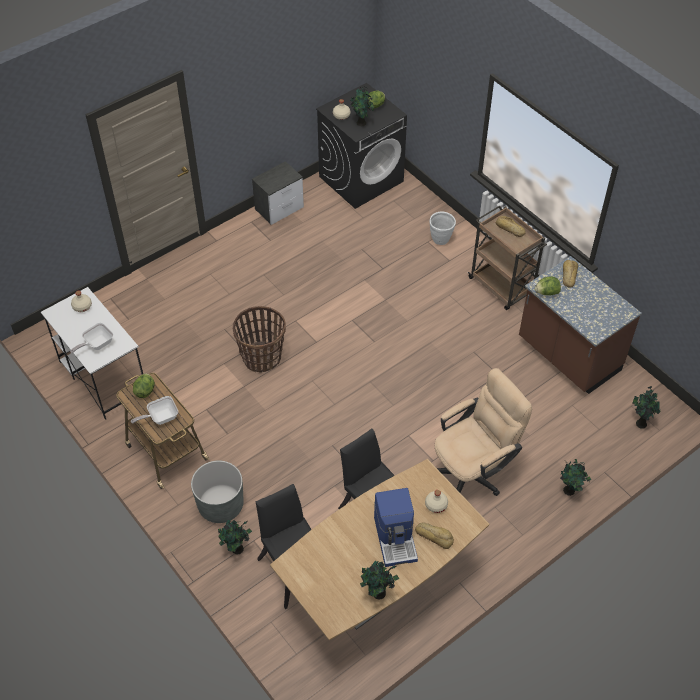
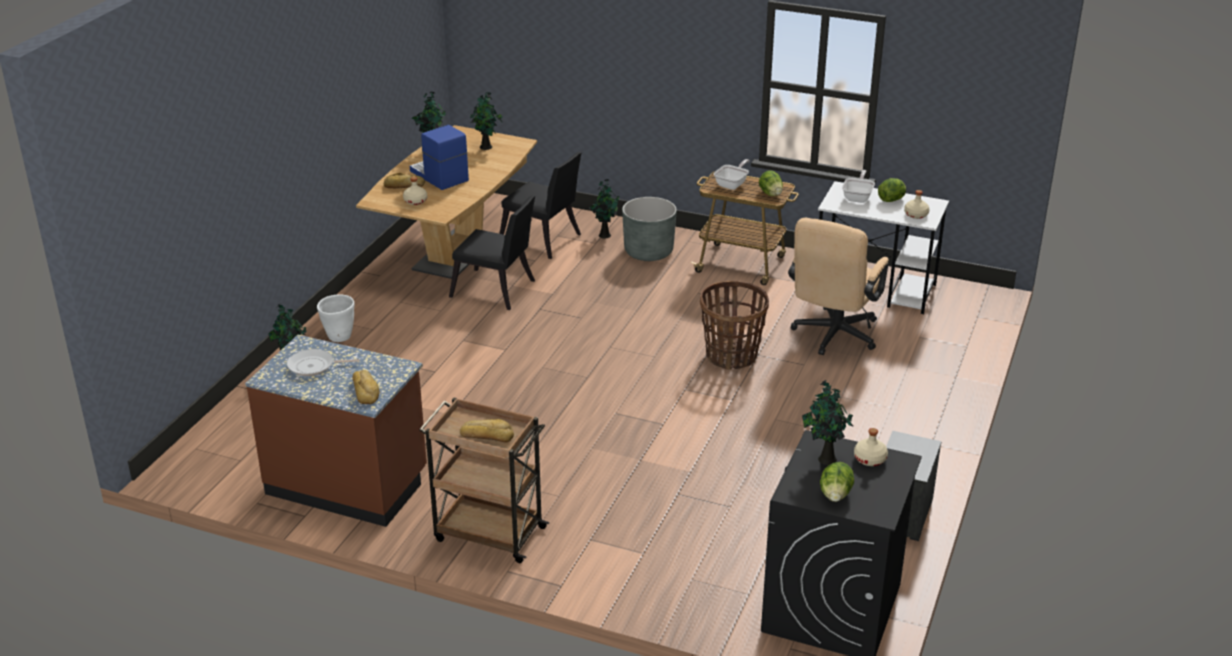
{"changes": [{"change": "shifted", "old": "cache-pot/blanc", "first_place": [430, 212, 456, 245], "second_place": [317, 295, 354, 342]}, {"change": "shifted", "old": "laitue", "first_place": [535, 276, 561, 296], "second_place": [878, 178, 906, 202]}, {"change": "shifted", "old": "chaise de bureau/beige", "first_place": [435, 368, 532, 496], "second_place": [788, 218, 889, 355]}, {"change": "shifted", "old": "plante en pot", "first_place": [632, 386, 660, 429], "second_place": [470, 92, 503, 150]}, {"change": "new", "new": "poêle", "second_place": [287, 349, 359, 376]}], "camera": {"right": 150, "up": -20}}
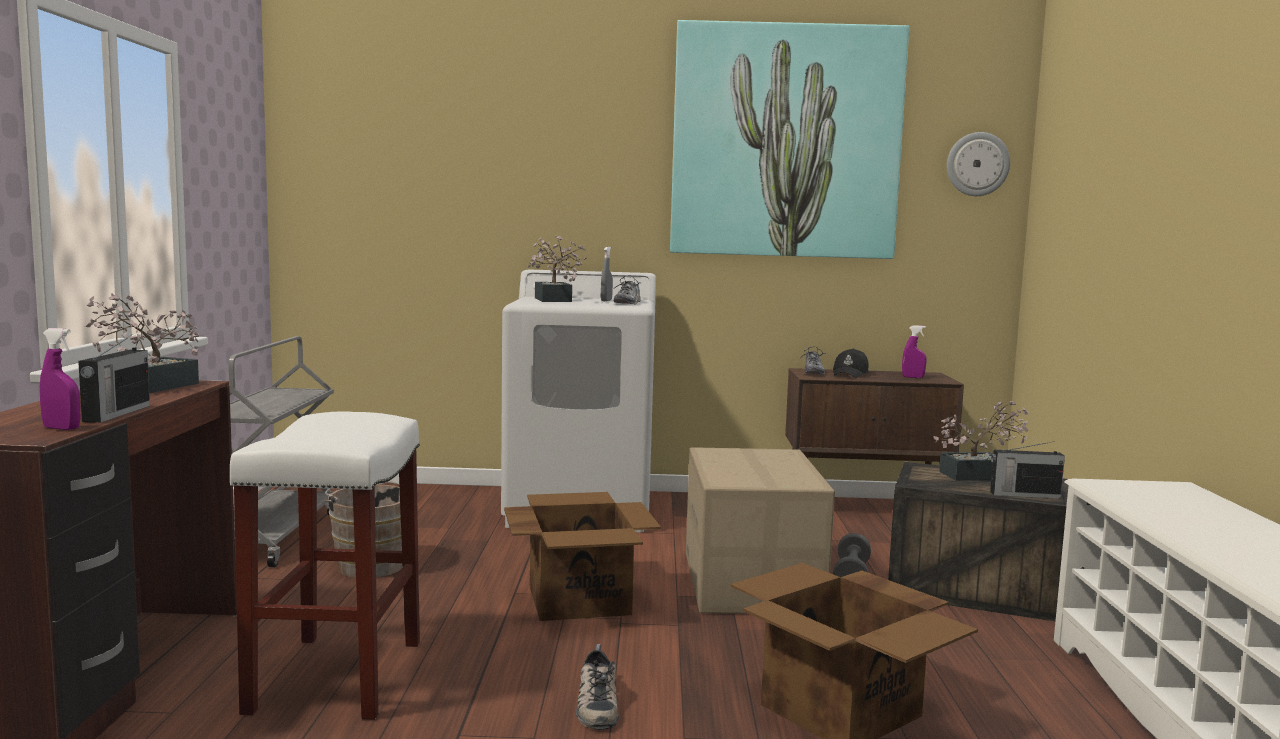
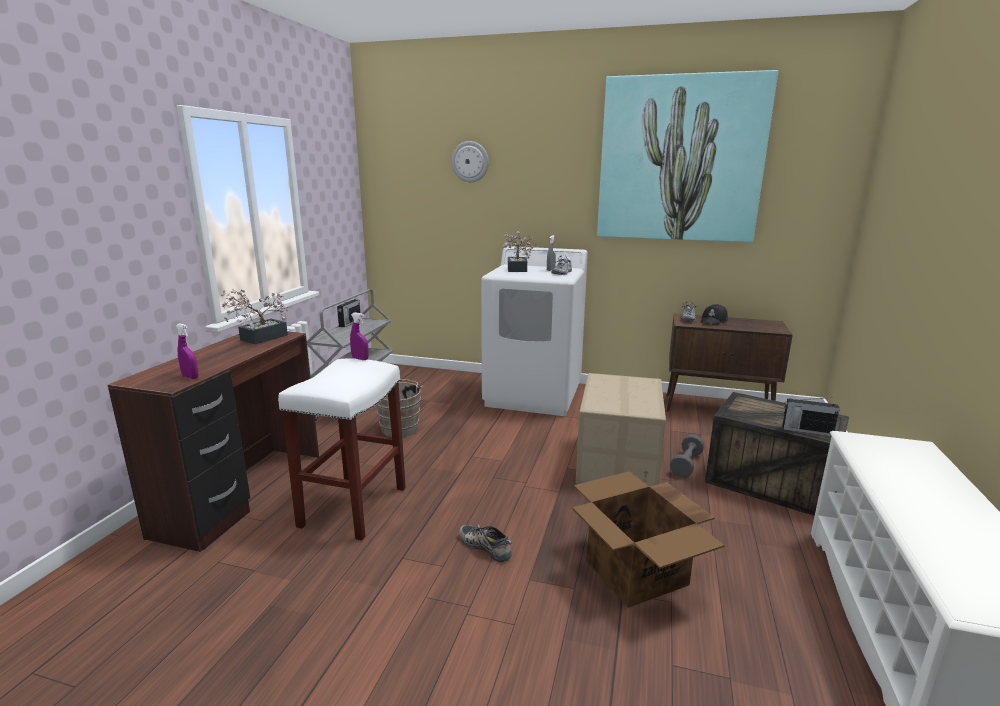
{"changes": [{"change": "shifted", "old": "horloge murale", "first_place": [947, 132, 1010, 196], "second_place": [451, 141, 489, 182]}, {"change": "shifted", "old": "vaporisateur/violet", "first_place": [902, 325, 927, 378], "second_place": [350, 312, 368, 360]}, {"change": "shifted", "old": "radio", "first_place": [78, 336, 150, 423], "second_place": [337, 299, 360, 327]}, {"change": "gone", "old": "plante en pot", "first_place": [934, 401, 1029, 481]}, {"change": "gone", "old": "carton", "first_place": [504, 492, 661, 621]}, {"change": "rotated", "old": "chaussure", "first_place": [576, 644, 619, 730], "second_place": [459, 524, 512, 562], "degrees": 120}], "camera": {"right": 15, "up": 10}}
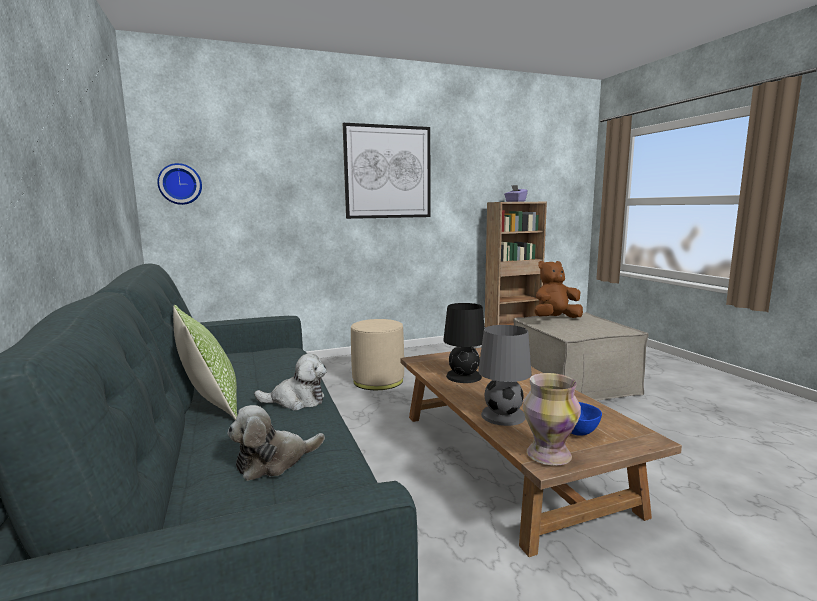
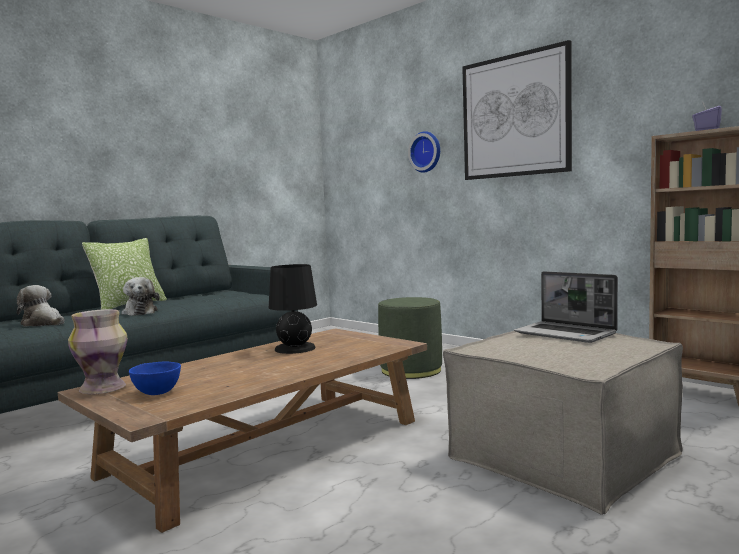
{"changes": [{"change": "shifted", "old": "horloge murale", "first_place": [157, 163, 202, 205], "second_place": [408, 131, 440, 173]}, {"change": "swapped", "old": "peluche/marron", "new": "ordinateur portable", "first_place": [534, 261, 583, 318], "second_place": [514, 271, 618, 343]}, {"change": "repainted", "old": "pouf/beige", "new": "pouf/vert", "first_place": [351, 319, 404, 390], "second_place": [378, 297, 442, 379]}, {"change": "gone", "old": "lampe de table/gris", "first_place": [478, 325, 532, 426]}], "camera": {"right": 65, "up": -5}}
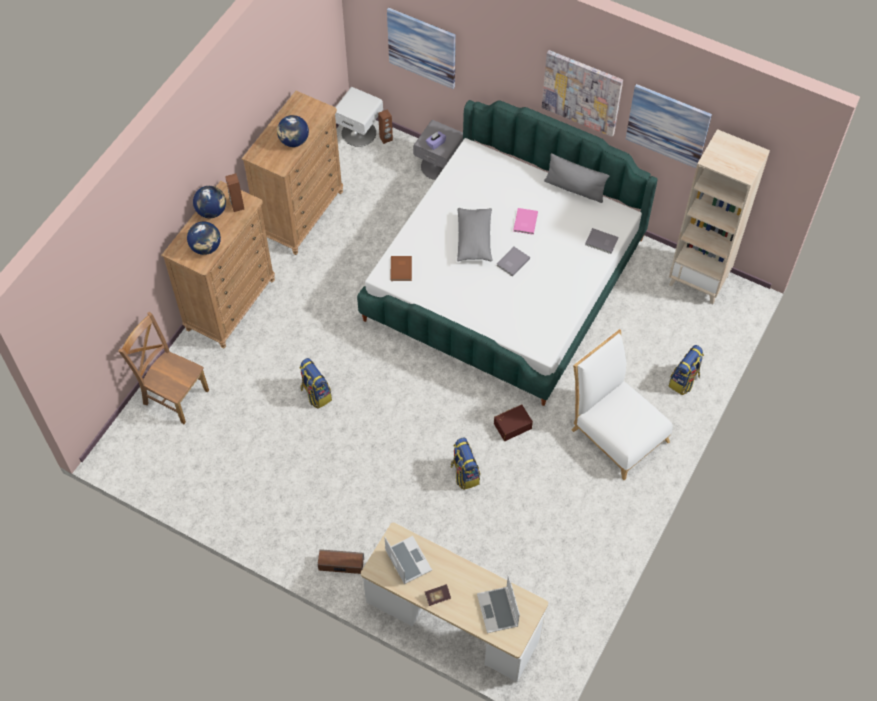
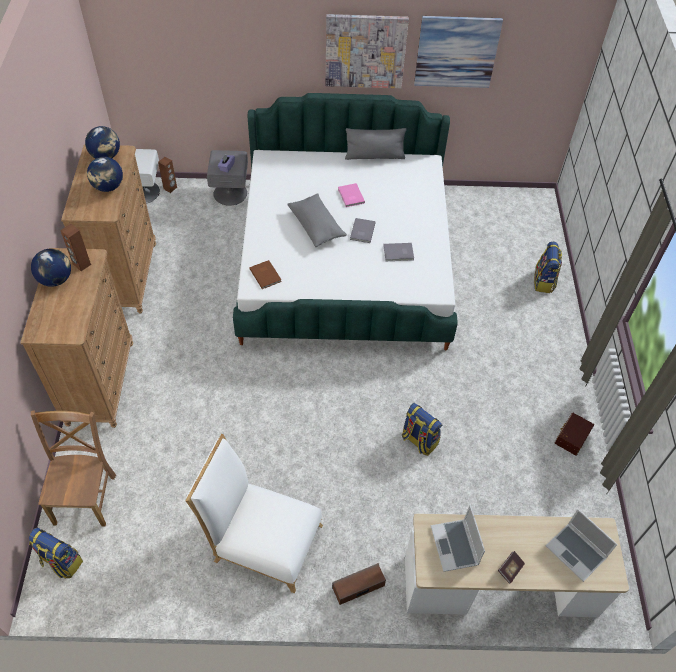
{"changes": [{"change": "gone", "old": "tableau", "first_place": [387, 7, 456, 89]}, {"change": "gone", "old": "bibliothèque/beige", "first_place": [669, 129, 770, 304]}, {"change": "shifted", "old": "globe", "first_place": [187, 221, 221, 255], "second_place": [85, 126, 120, 159]}, {"change": "shifted", "old": "livre/gris", "first_place": [585, 228, 618, 254], "second_place": [383, 243, 414, 261]}, {"change": "rotated", "old": "chaise/marron", "first_place": [119, 311, 209, 424], "second_place": [31, 410, 116, 527], "degrees": 90}, {"change": "shifted", "old": "chaise/blanc", "first_place": [572, 329, 673, 480], "second_place": [185, 434, 323, 593]}, {"change": "shifted", "old": "sac à dos", "first_place": [299, 358, 332, 409], "second_place": [29, 528, 83, 579]}, {"change": "shifted", "old": "boîte de rangement/marron", "first_place": [494, 404, 533, 441], "second_place": [555, 412, 594, 456]}, {"change": "rotated", "old": "ordinateur portable", "first_place": [384, 536, 432, 584], "second_place": [431, 505, 485, 572], "degrees": -135}], "camera": {"right": -30, "up": -5}}
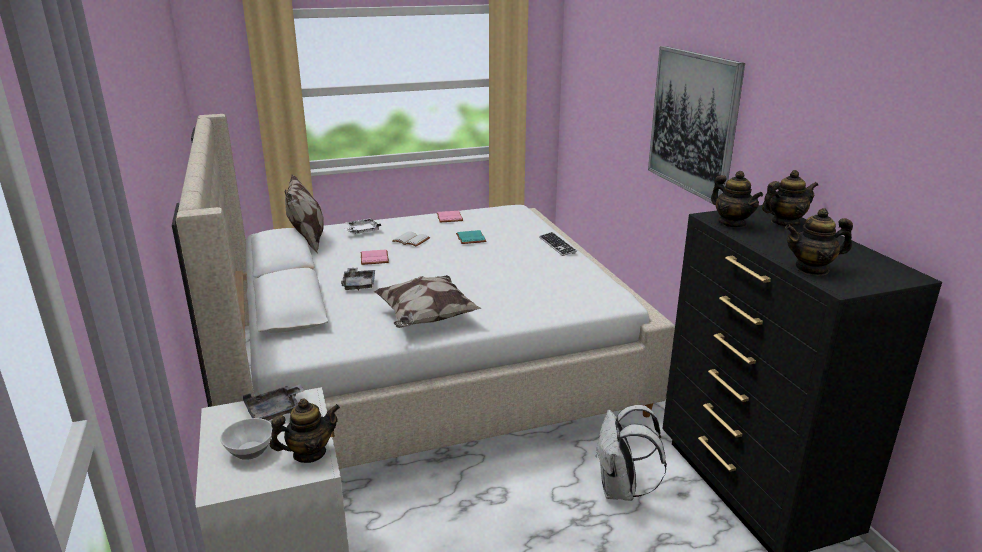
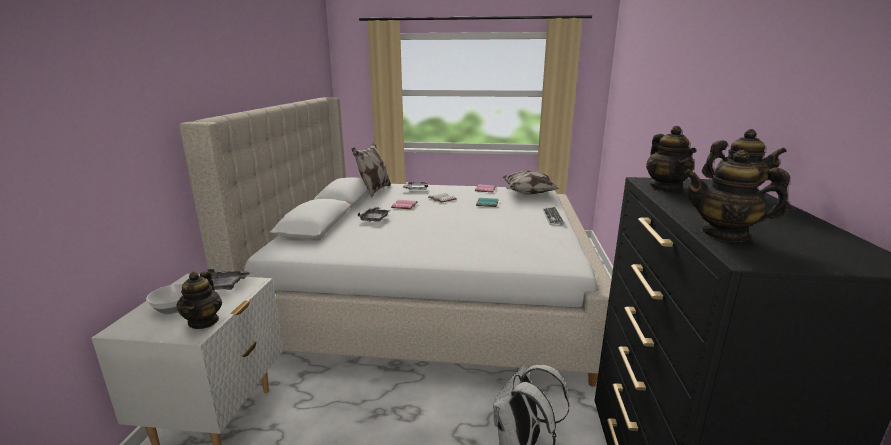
{"changes": [{"change": "gone", "old": "tableau", "first_place": [648, 46, 745, 204]}, {"change": "shifted", "old": "coussin", "first_place": [374, 275, 482, 328], "second_place": [503, 169, 560, 195]}, {"change": "rotated", "old": "théière", "first_place": [270, 399, 340, 463], "second_place": [176, 271, 222, 329], "degrees": 90}], "camera": {"right": 25, "up": -5}}
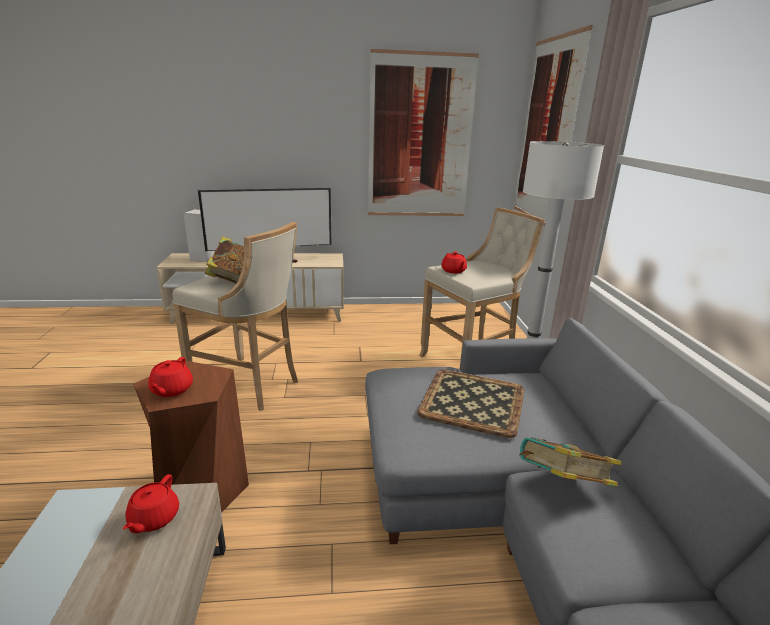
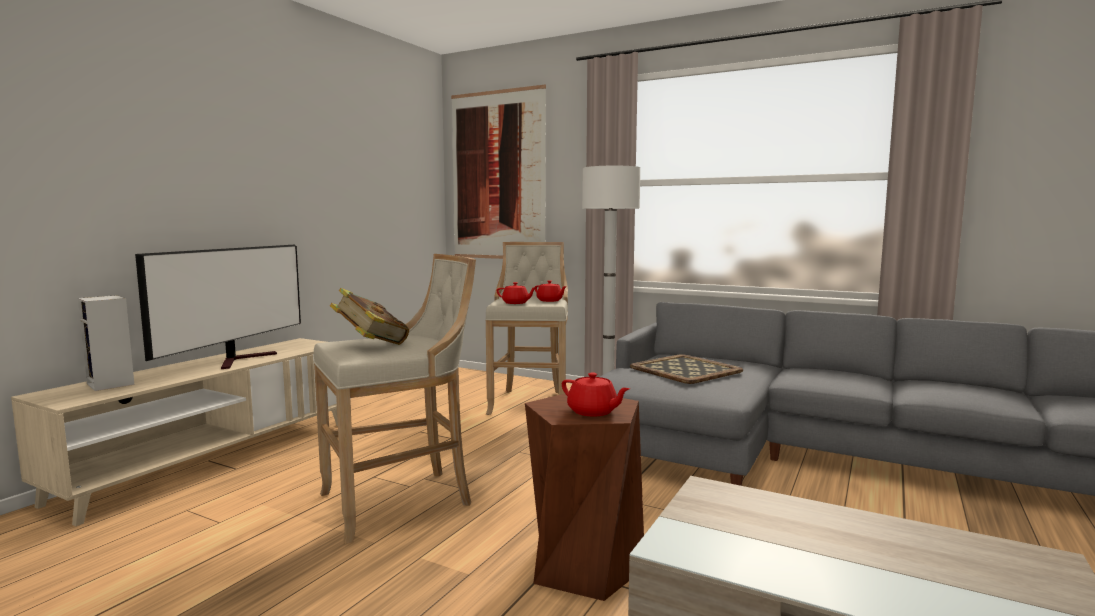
{"changes": [{"change": "gone", "old": "tableau", "first_place": [368, 49, 479, 216]}, {"change": "gone", "old": "livre", "first_place": [519, 437, 622, 487]}, {"change": "shifted", "old": "théière/rouge", "first_place": [123, 474, 179, 533], "second_place": [535, 280, 567, 302]}], "camera": {"right": -55, "up": -15}}
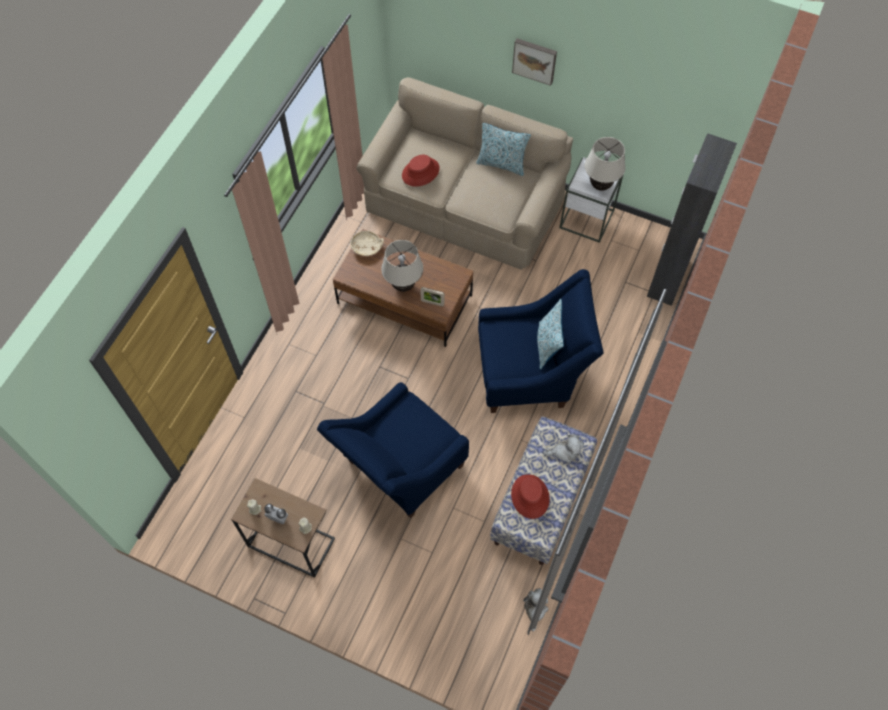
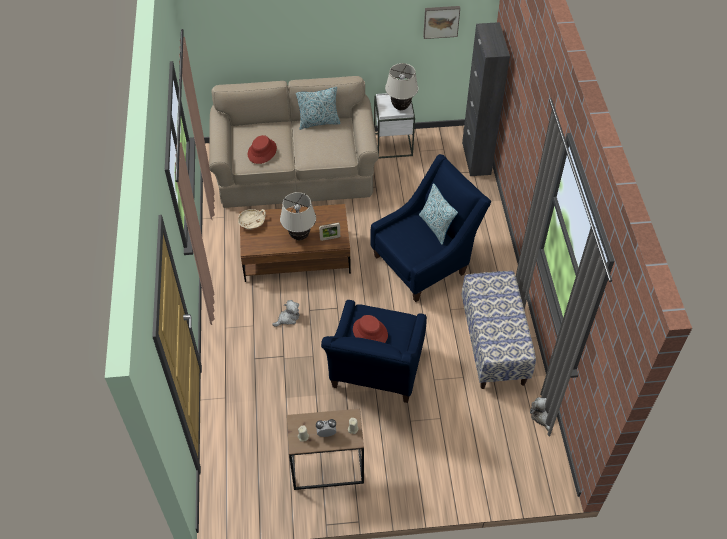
{"changes": [{"change": "shifted", "old": "tableau", "first_place": [512, 38, 557, 86], "second_place": [423, 6, 460, 39]}, {"change": "shifted", "old": "peluche", "first_place": [543, 434, 584, 463], "second_place": [273, 300, 299, 327]}, {"change": "shifted", "old": "chapeau/rouge", "first_place": [511, 474, 550, 519], "second_place": [353, 315, 388, 343]}], "camera": {"right": -30, "up": -10}}
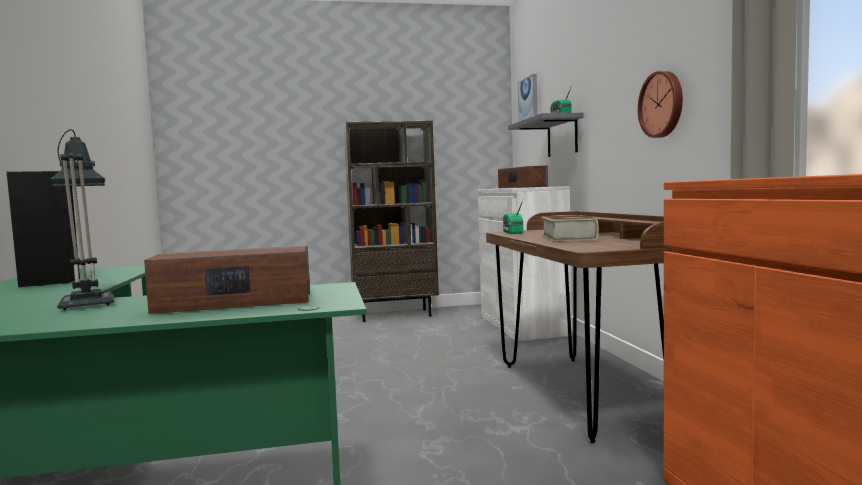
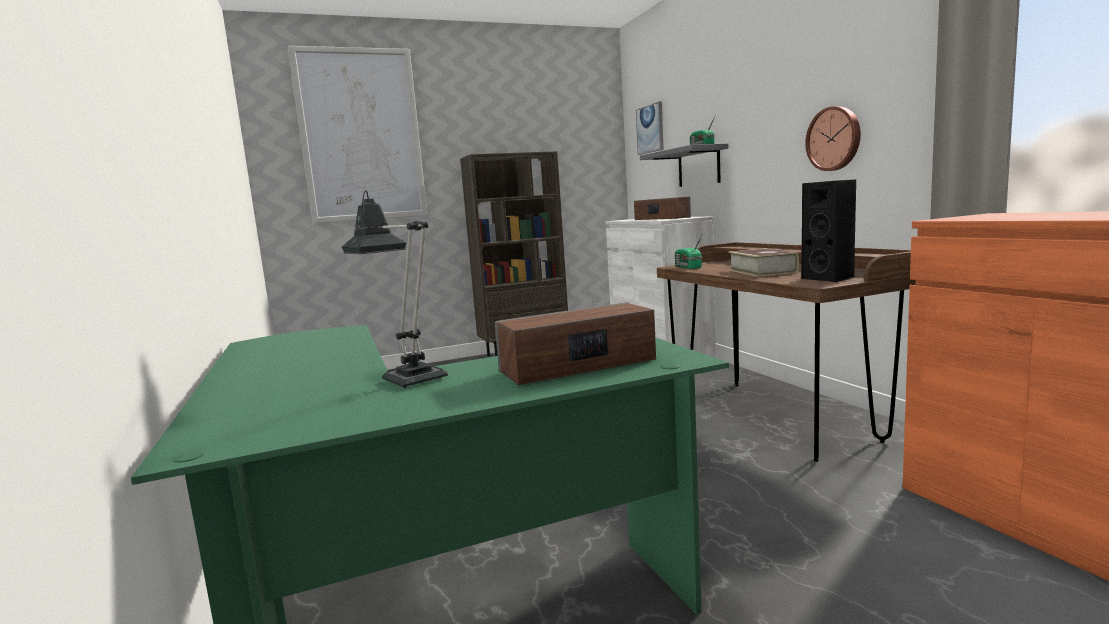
{"changes": [{"change": "shifted", "old": "enceinte/noir", "first_place": [7, 171, 80, 287], "second_place": [801, 179, 856, 282]}, {"change": "new", "new": "tableau", "second_place": [288, 46, 427, 223]}], "camera": {"right": -10, "up": 5}}
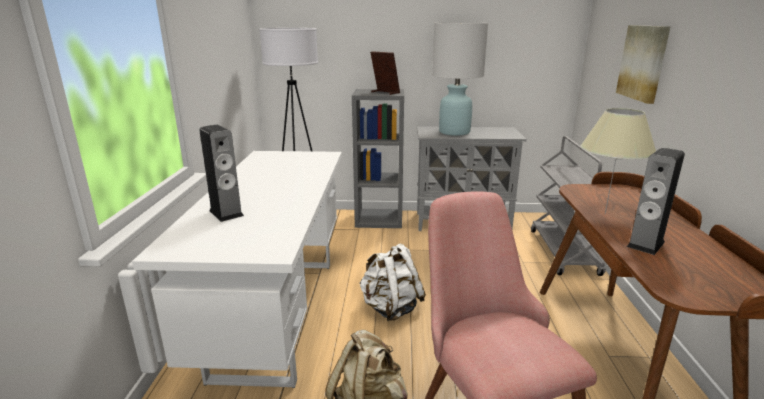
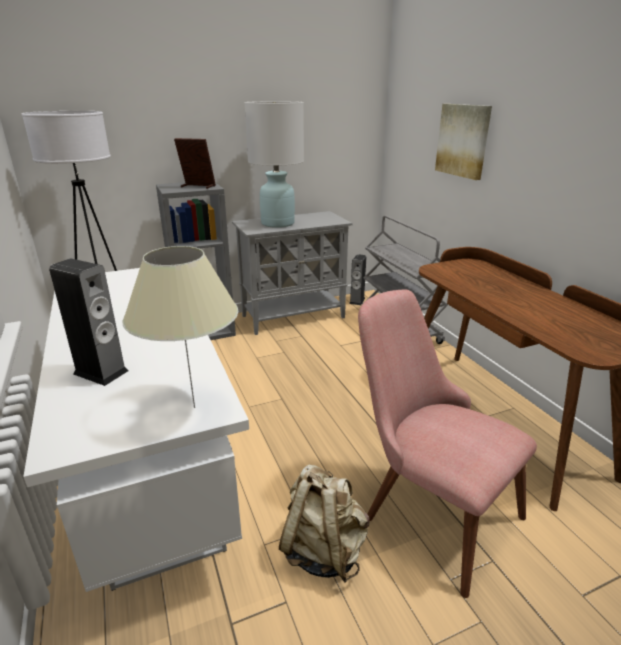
{"changes": [{"change": "shifted", "old": "lampe de table/beige", "first_place": [581, 108, 656, 214], "second_place": [123, 246, 238, 408]}, {"change": "shifted", "old": "enceinte", "first_place": [627, 148, 685, 255], "second_place": [349, 254, 366, 305]}, {"change": "gone", "old": "sac à dos/blanc", "first_place": [359, 243, 426, 321]}], "camera": {"right": -25, "up": 5}}
